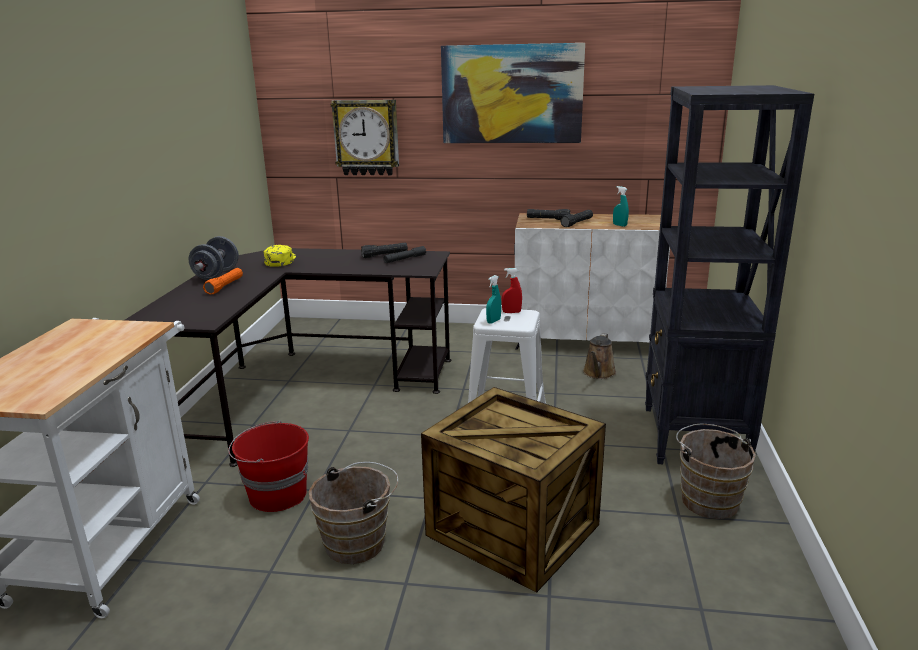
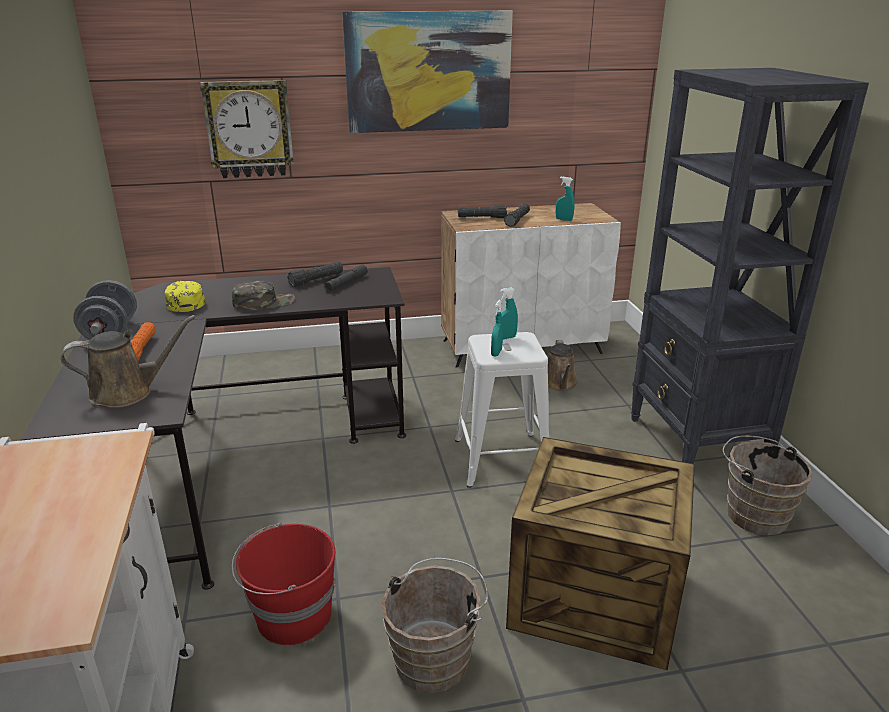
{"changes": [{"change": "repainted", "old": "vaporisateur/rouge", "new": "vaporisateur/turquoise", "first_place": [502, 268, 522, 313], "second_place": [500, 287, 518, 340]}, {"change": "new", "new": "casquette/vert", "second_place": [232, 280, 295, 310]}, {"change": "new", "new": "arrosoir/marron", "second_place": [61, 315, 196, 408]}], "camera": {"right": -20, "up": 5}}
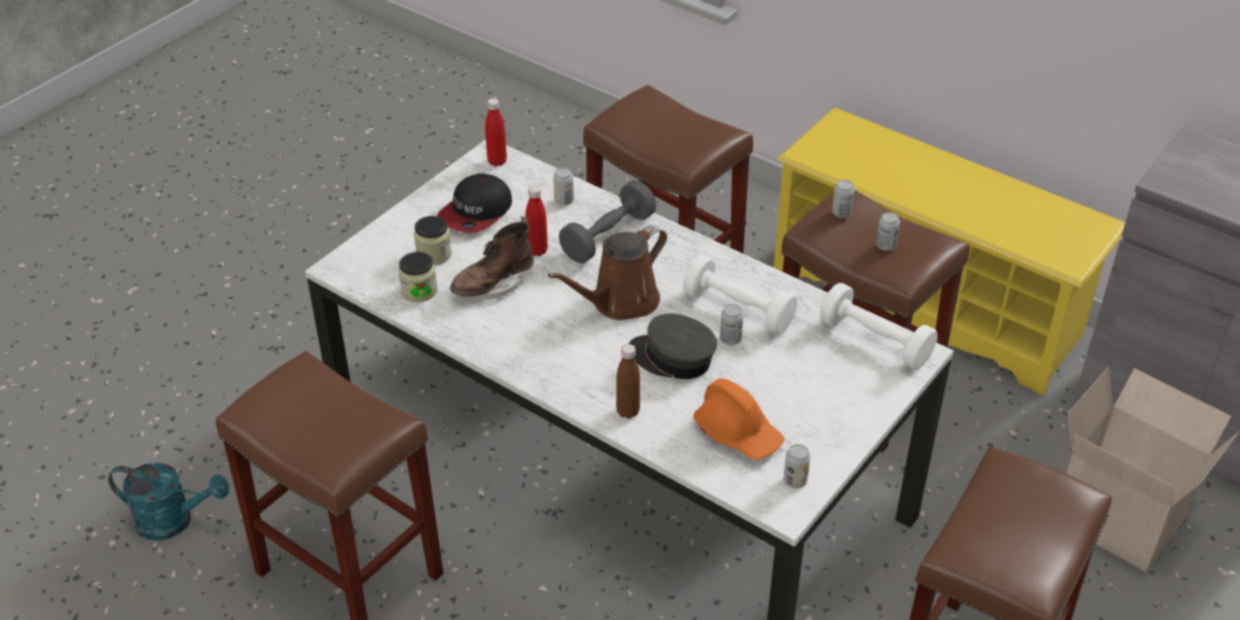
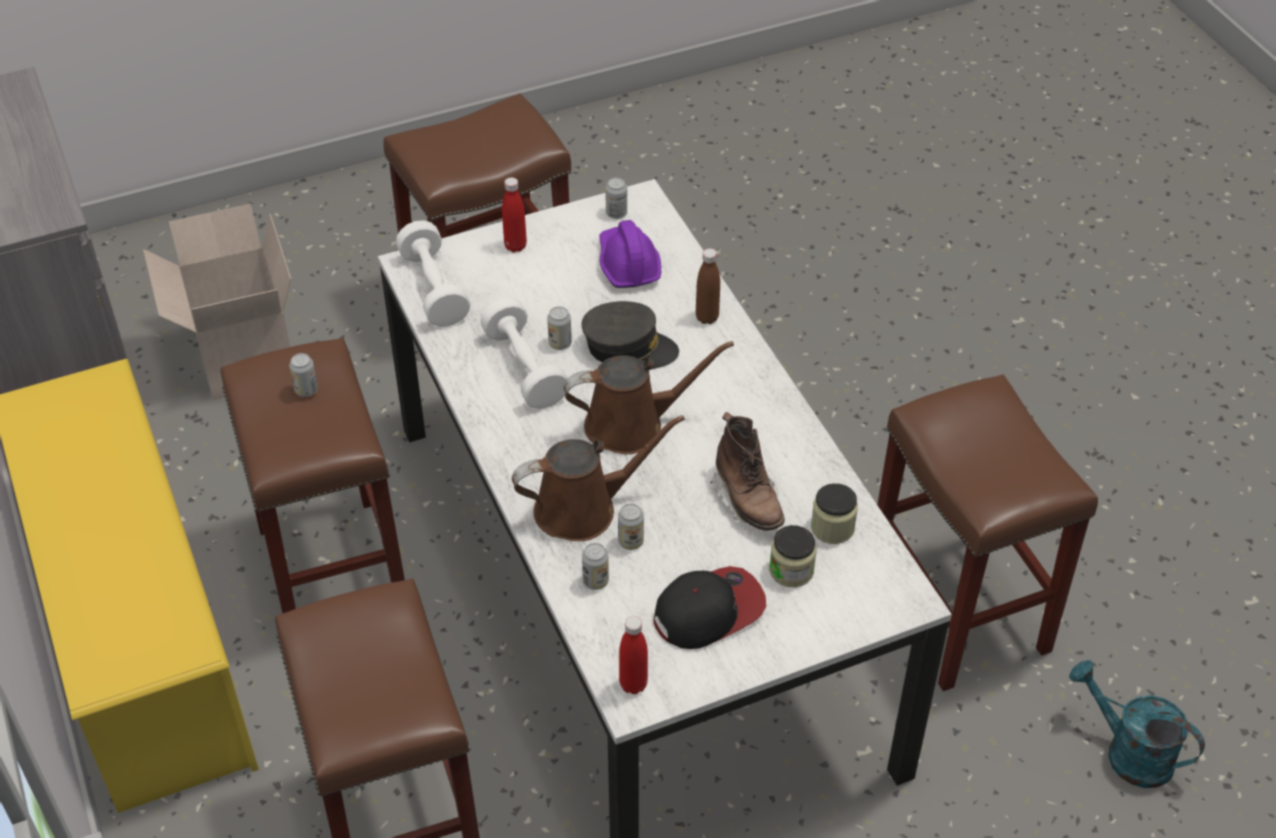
{"changes": [{"change": "swapped", "old": "haltère/gris", "new": "arrosoir/marron", "first_place": [559, 180, 656, 263], "second_place": [512, 415, 685, 541]}, {"change": "shifted", "old": "boîte métallique", "first_place": [832, 180, 855, 218], "second_place": [618, 504, 644, 550]}, {"change": "shifted", "old": "bouteille/rouge", "first_place": [525, 186, 548, 256], "second_place": [502, 177, 527, 252]}, {"change": "rotated", "old": "botte/marron", "first_place": [450, 217, 534, 299], "second_place": [710, 412, 785, 531], "degrees": 75}, {"change": "rotated", "old": "casquette/gris", "first_place": [629, 314, 717, 379], "second_place": [581, 301, 679, 369], "degrees": -45}, {"change": "repainted", "old": "casque de chantier/orange", "new": "casque de chantier/violet", "first_place": [693, 378, 784, 460], "second_place": [599, 220, 661, 288]}], "camera": {"right": -150, "up": 5}}
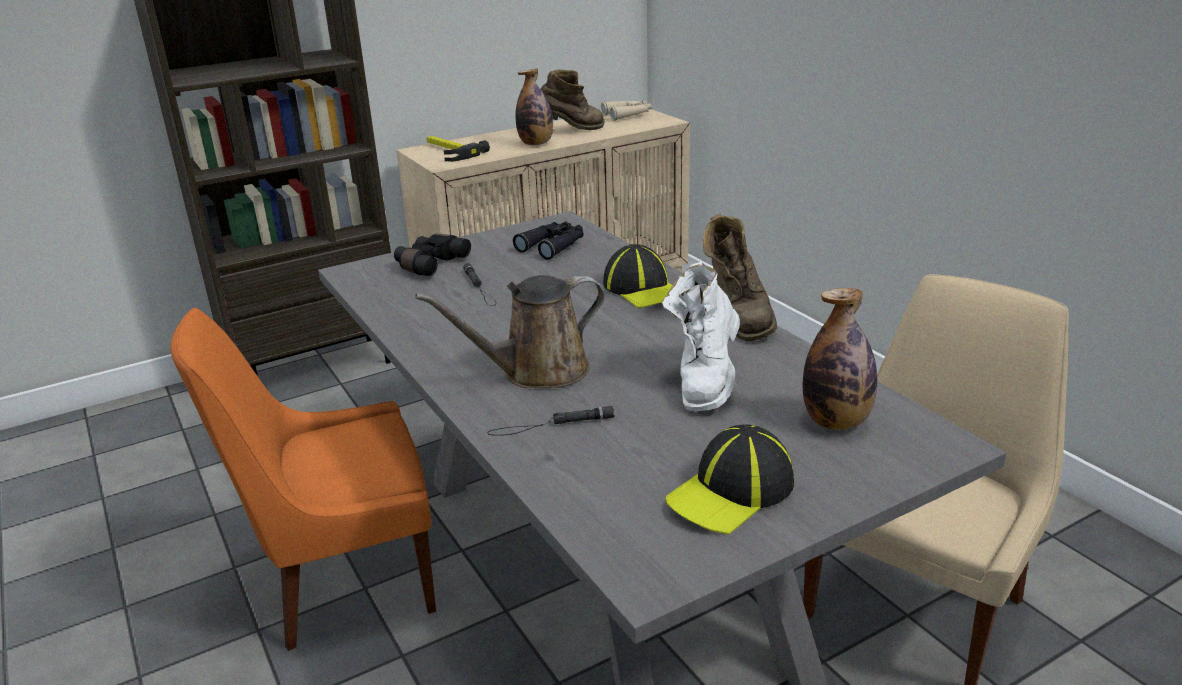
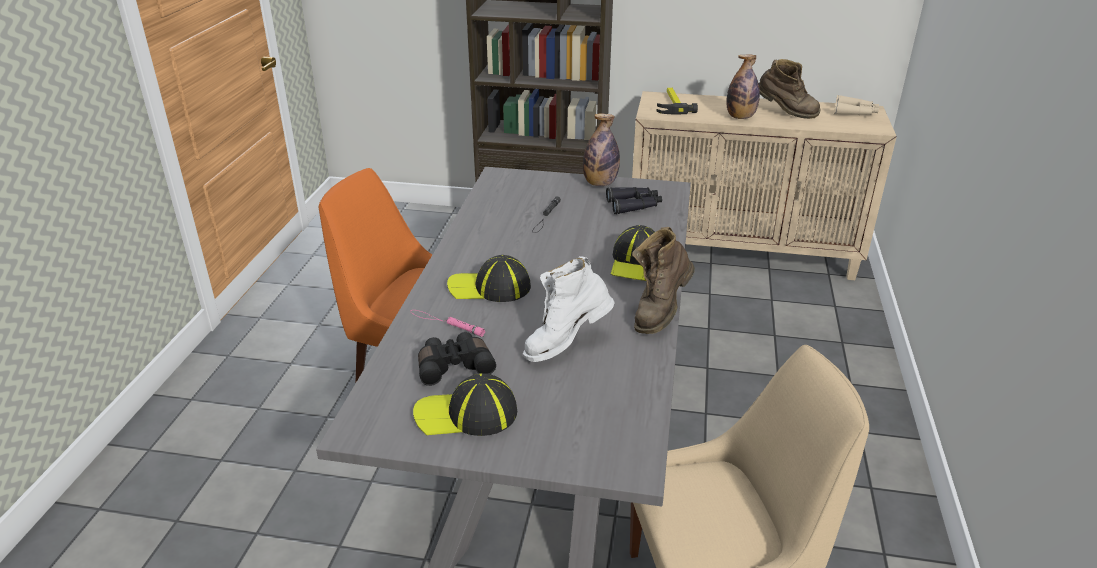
{"changes": [{"change": "shifted", "old": "jumelles/noir", "first_place": [394, 234, 471, 277], "second_place": [418, 332, 496, 386]}, {"change": "swapped", "old": "arrosoir/marron", "new": "casquette", "first_place": [415, 275, 605, 388], "second_place": [447, 255, 531, 302]}, {"change": "shifted", "old": "bouteille", "first_place": [803, 288, 877, 430], "second_place": [583, 114, 620, 186]}, {"change": "repainted", "old": "lampe de poche/noir", "new": "lampe de poche/rose", "first_place": [487, 406, 615, 436], "second_place": [411, 310, 485, 337]}], "camera": {"right": 40, "up": 5}}
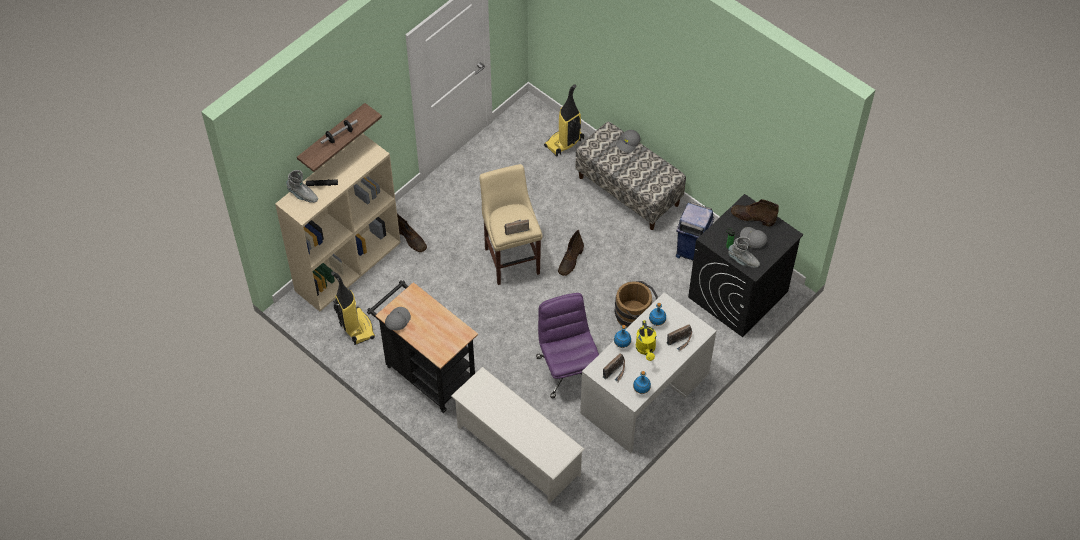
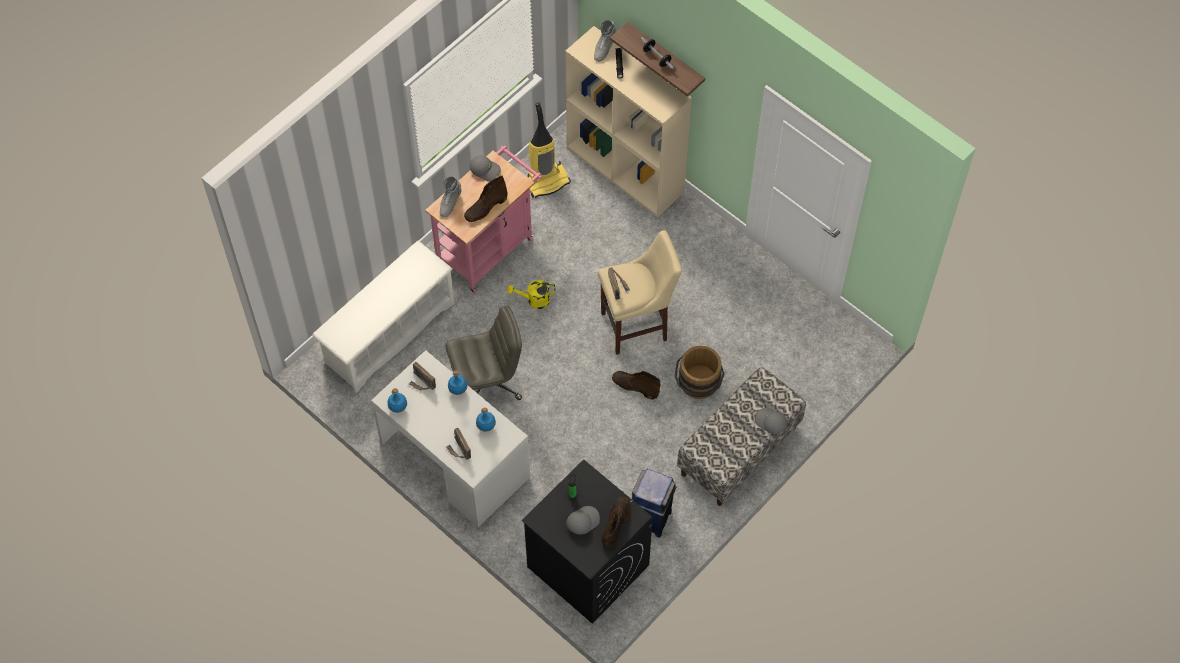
{"changes": [{"change": "gone", "old": "aspirateur", "first_place": [544, 84, 584, 157]}, {"change": "shifted", "old": "botte/marron", "first_place": [397, 213, 427, 252], "second_place": [464, 176, 508, 222]}, {"change": "shifted", "old": "botte/gris", "first_place": [728, 237, 760, 268], "second_place": [440, 176, 462, 218]}, {"change": "repainted", "old": "chariot/noir", "new": "chariot/rose", "first_place": [367, 281, 478, 413], "second_place": [425, 145, 542, 294]}, {"change": "shifted", "old": "seau/marron", "first_place": [615, 281, 658, 327], "second_place": [675, 346, 725, 399]}, {"change": "repainted", "old": "chaise de bureau/violet", "new": "chaise de bureau/gris", "first_place": [536, 293, 599, 399], "second_place": [445, 306, 522, 400]}, {"change": "shifted", "old": "arrosoir/jaune", "first_place": [636, 320, 656, 361], "second_place": [507, 280, 556, 309]}], "camera": {"right": 90, "up": 5}}
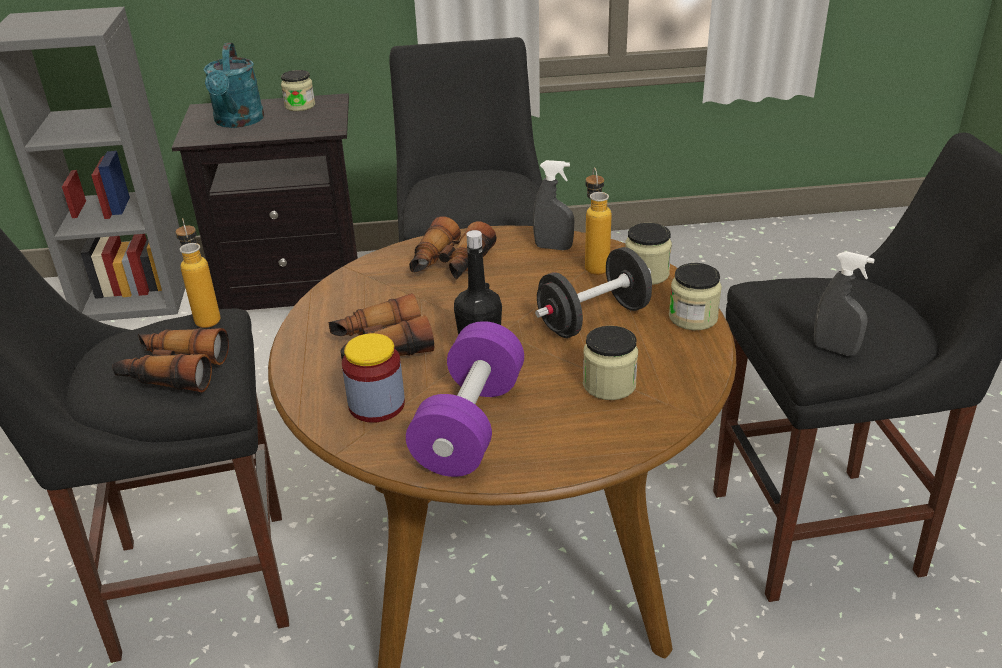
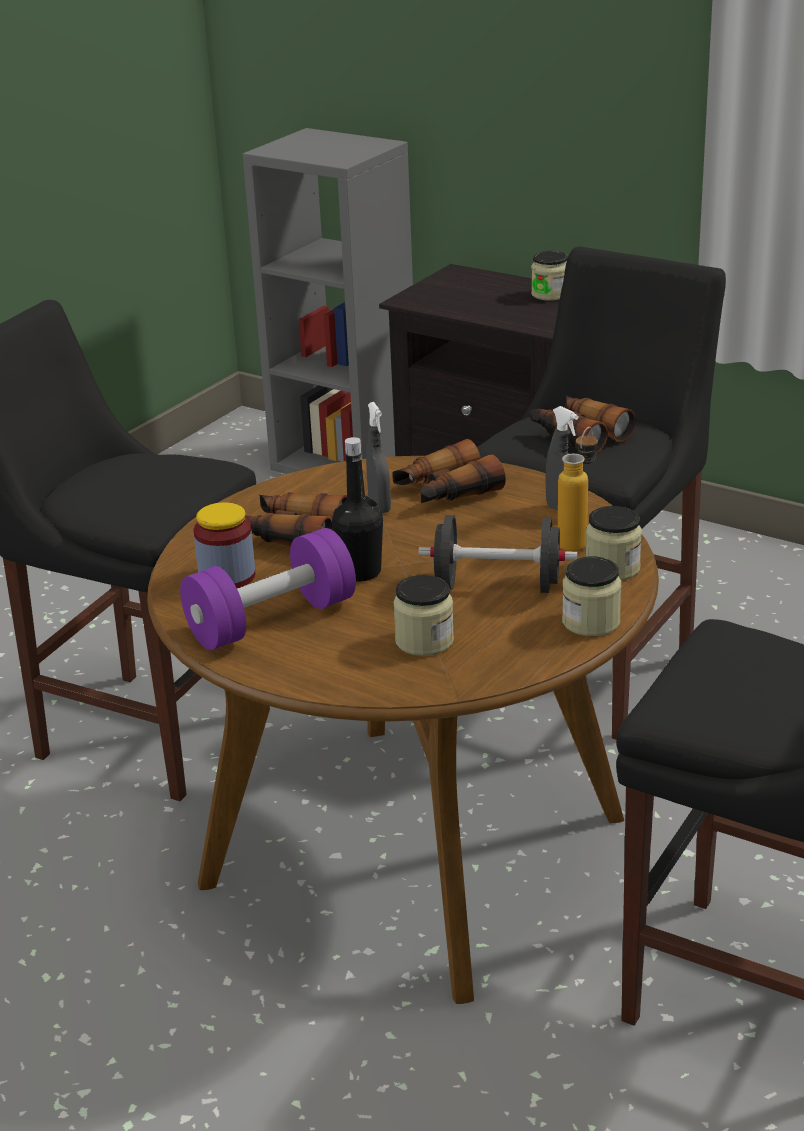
{"changes": [{"change": "gone", "old": "arrosoir/turquoise", "first_place": [204, 43, 264, 128]}, {"change": "gone", "old": "bouteille", "first_place": [176, 218, 221, 328]}, {"change": "shifted", "old": "vaporisateur/gris", "first_place": [814, 251, 875, 355], "second_place": [366, 402, 391, 513]}, {"change": "shifted", "old": "jumelles", "first_place": [112, 328, 229, 392], "second_place": [531, 396, 636, 454]}], "camera": {"right": 40, "up": -5}}
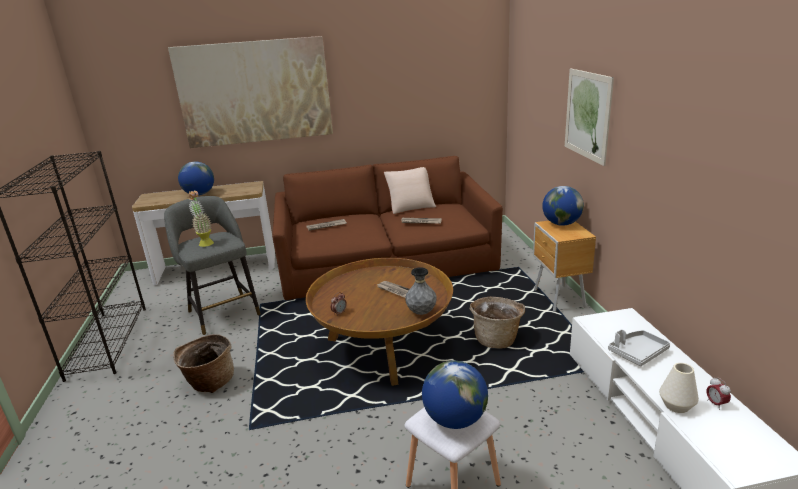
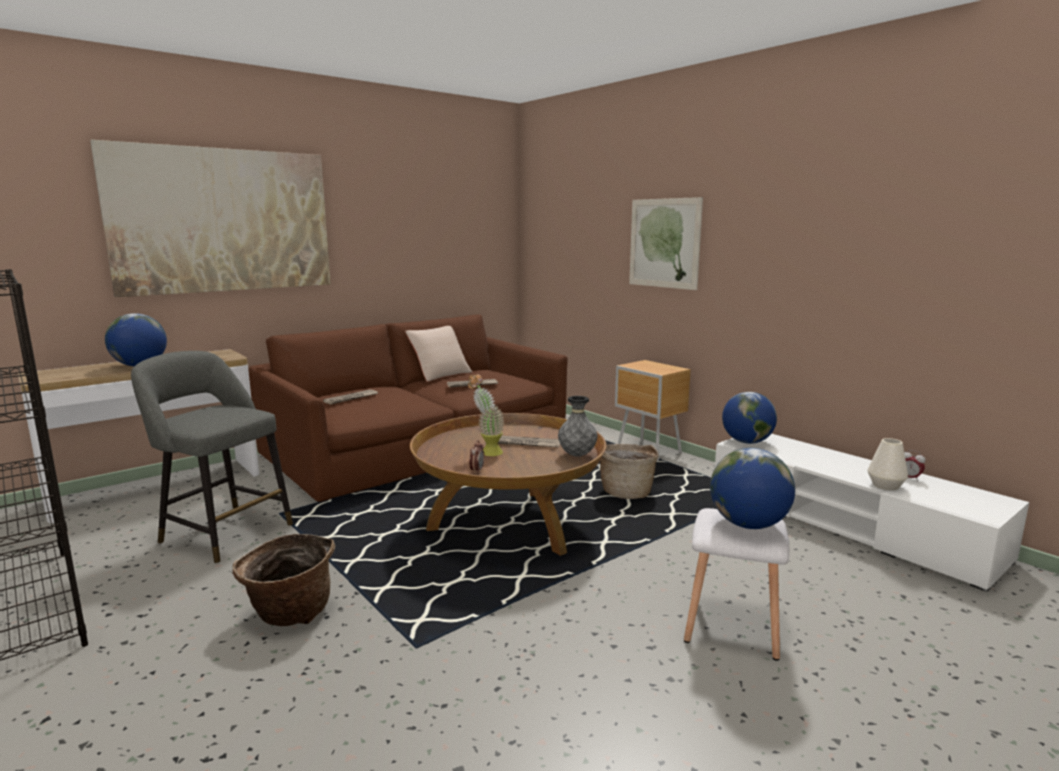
{"changes": [{"change": "shifted", "old": "globe", "first_place": [542, 186, 584, 226], "second_place": [722, 392, 777, 444]}, {"change": "shifted", "old": "plante en pot", "first_place": [187, 191, 214, 247], "second_place": [468, 374, 505, 456]}, {"change": "gone", "old": "plateau/gris", "first_place": [608, 329, 670, 366]}], "camera": {"right": -30, "up": -10}}
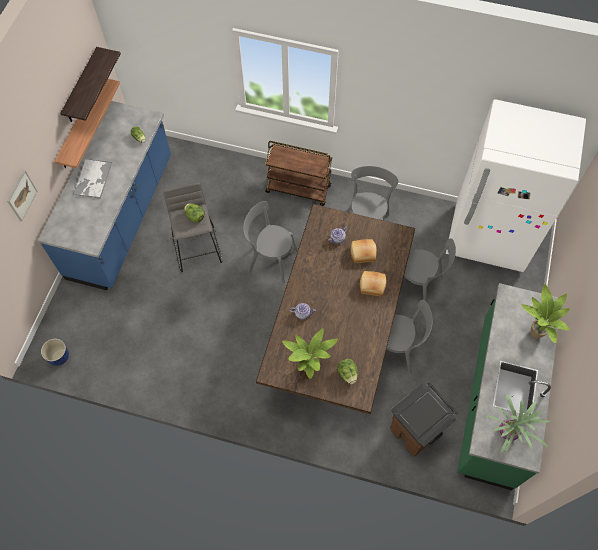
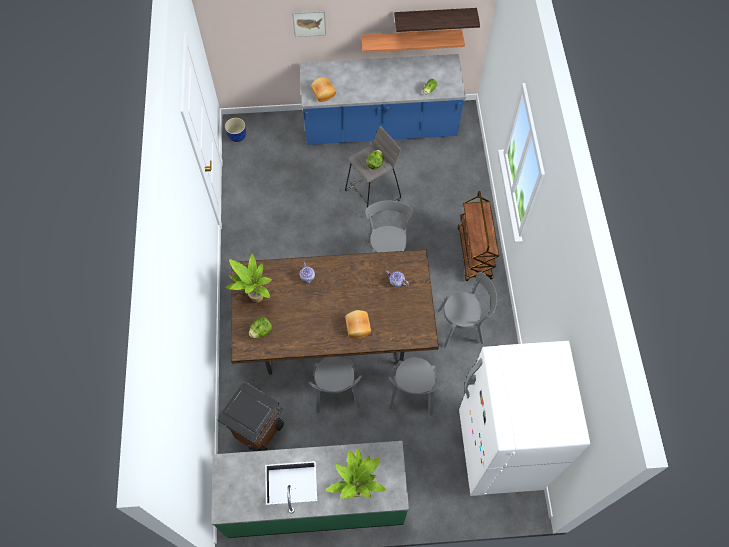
{"changes": [{"change": "gone", "old": "plateau", "first_place": [73, 159, 112, 199]}, {"change": "shifted", "old": "pain", "first_place": [351, 239, 377, 263], "second_place": [311, 77, 336, 102]}, {"change": "gone", "old": "plante en pot", "first_place": [484, 394, 550, 454]}], "camera": {"right": 70, "up": 0}}
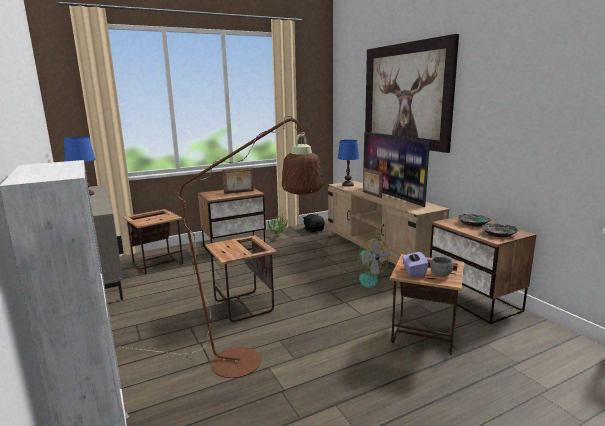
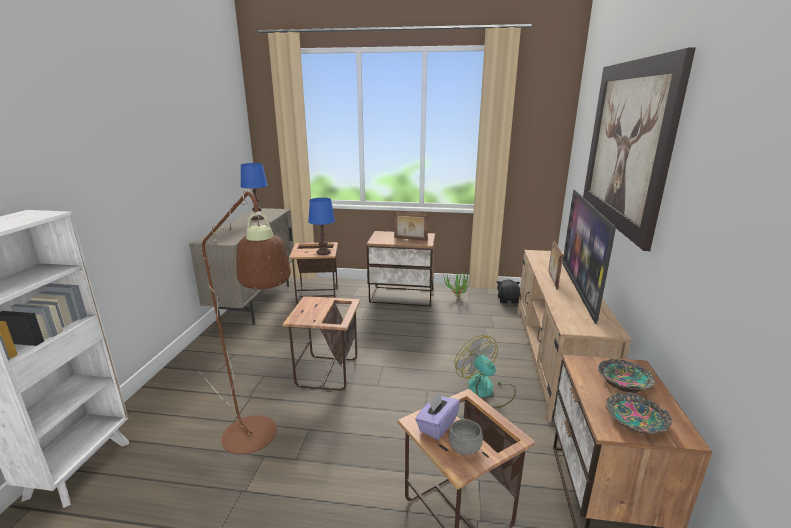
{"changes": [{"change": "shifted", "old": "lampe de table/bleu", "first_place": [337, 140, 359, 187], "second_place": [308, 198, 335, 255]}, {"change": "rotated", "old": "ventilateur", "first_place": [342, 237, 390, 288], "second_place": [455, 335, 516, 408], "degrees": 150}], "camera": {"right": 35, "up": 5}}
